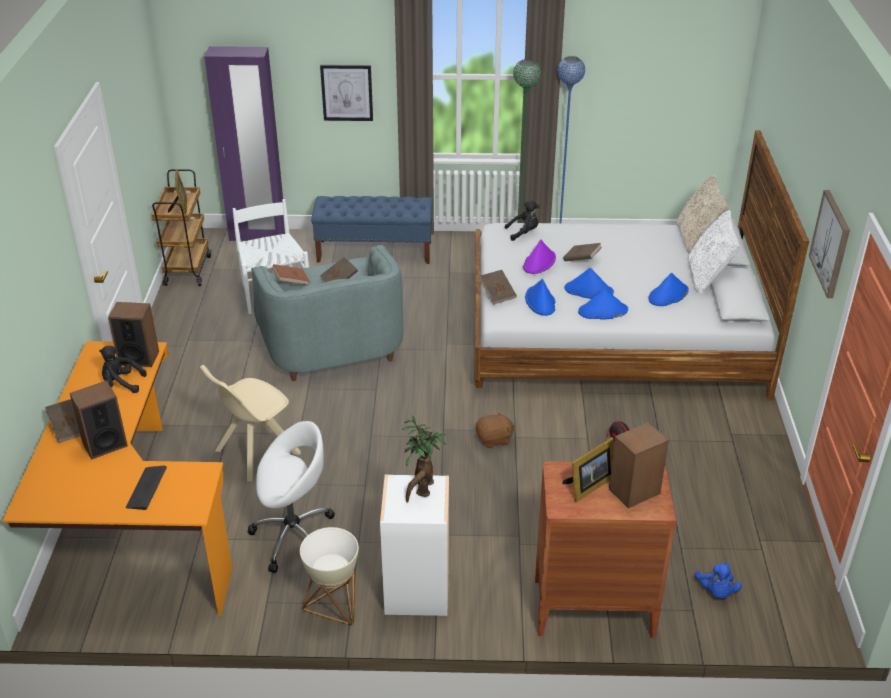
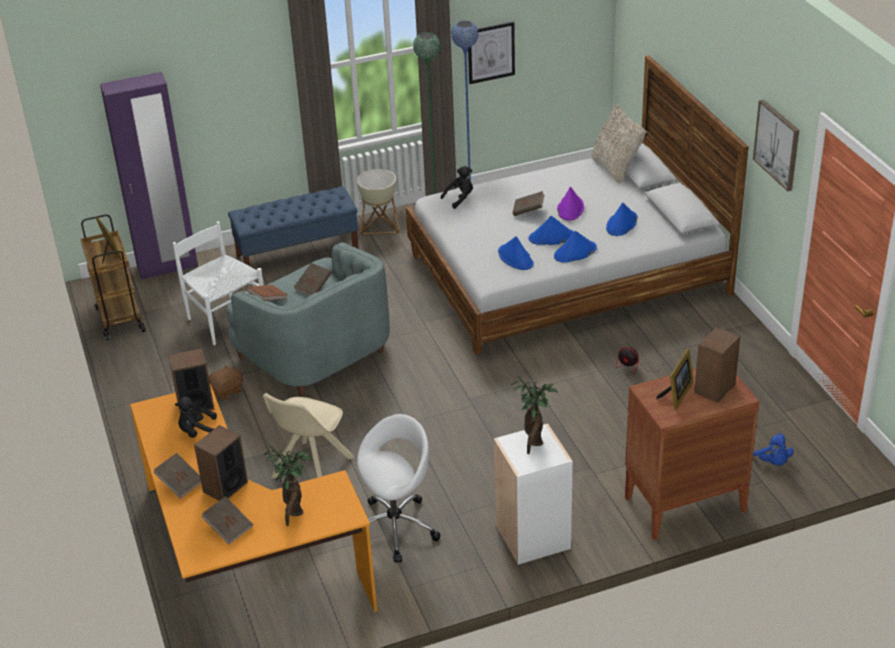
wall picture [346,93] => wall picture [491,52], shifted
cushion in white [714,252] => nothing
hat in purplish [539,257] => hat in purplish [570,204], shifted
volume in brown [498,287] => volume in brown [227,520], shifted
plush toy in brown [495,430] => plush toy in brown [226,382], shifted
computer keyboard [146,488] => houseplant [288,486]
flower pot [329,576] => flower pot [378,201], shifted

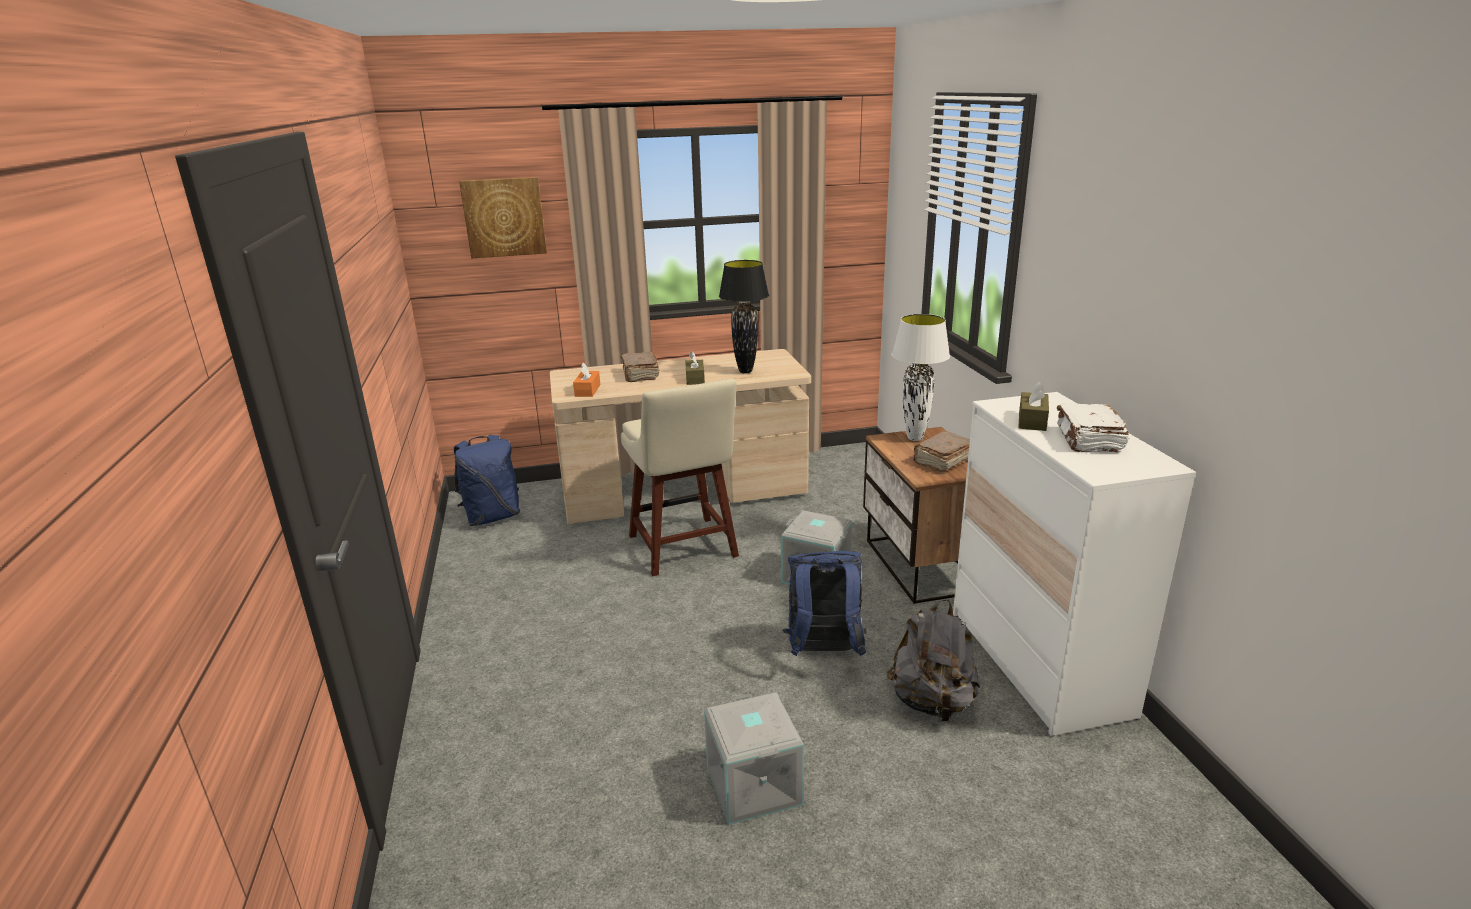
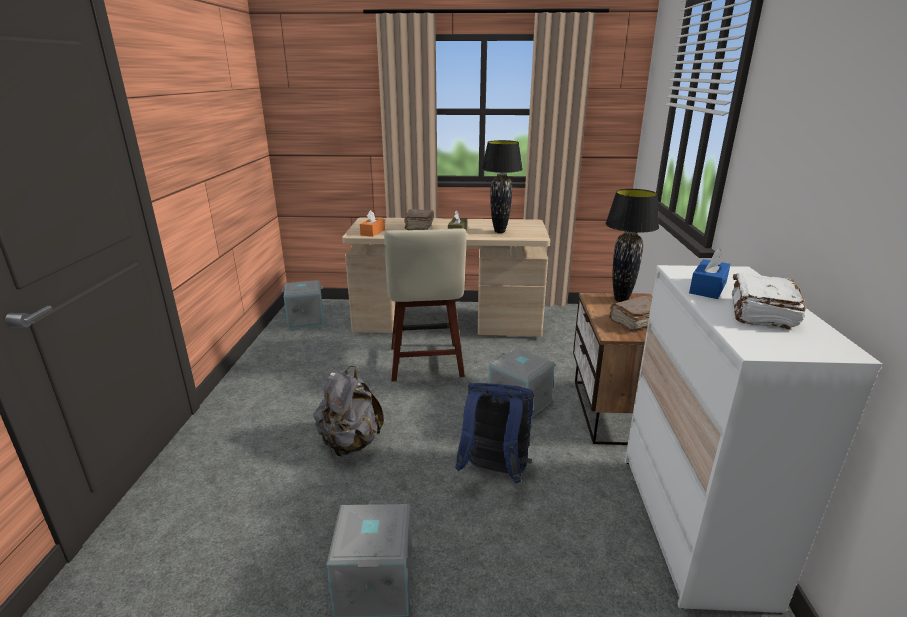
wall picture [503,217] => nothing
table lamp in white [921,377] => table lamp in black [632,245]
tissue holder in brown [1034,406] => tissue holder in bluish [710,273]
rucksack in bluish [487,480] => storage bin in greyish [303,304]
rucksack in greyish [933,660] => rucksack in greyish [348,411], shifted

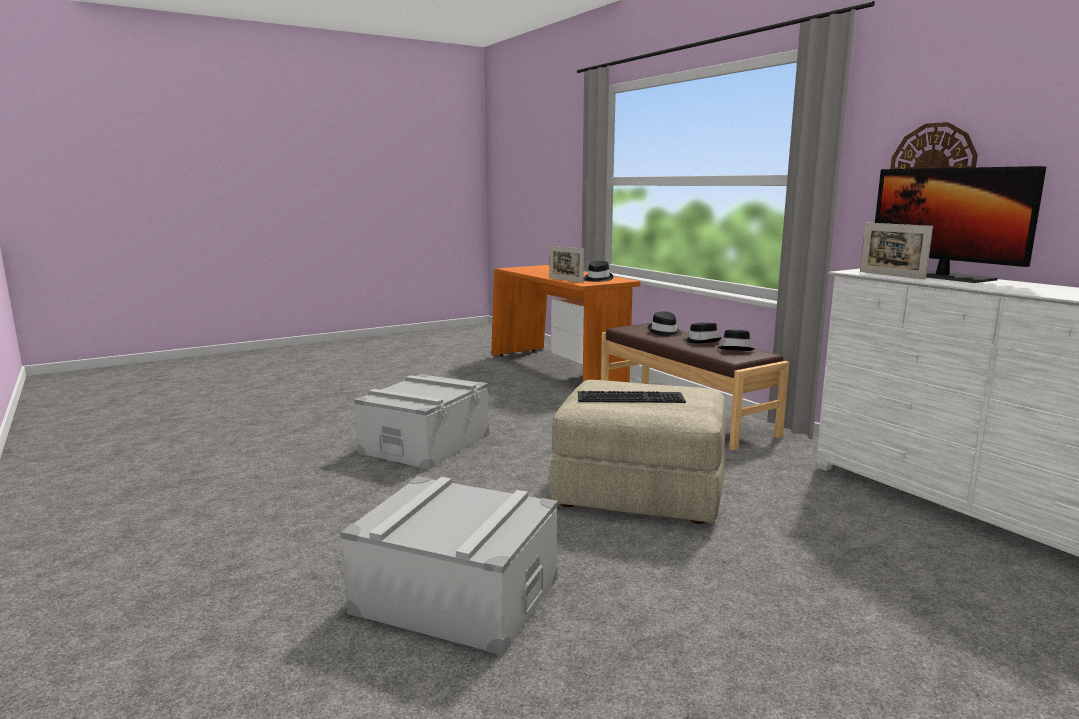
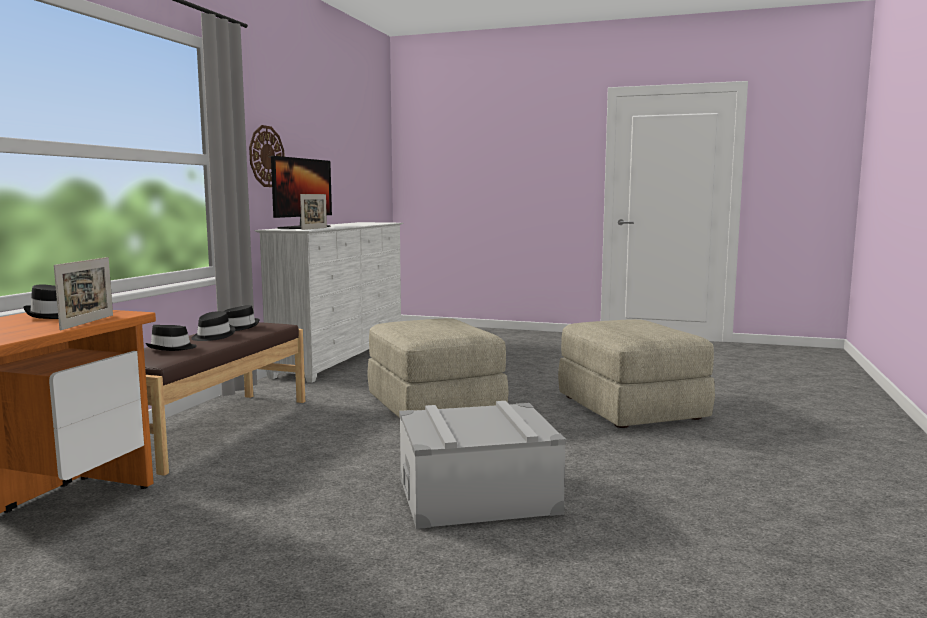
computer keyboard [632,397] => nothing
storage bin in greyish [449,566] => footrest in sand-coloured [636,373]

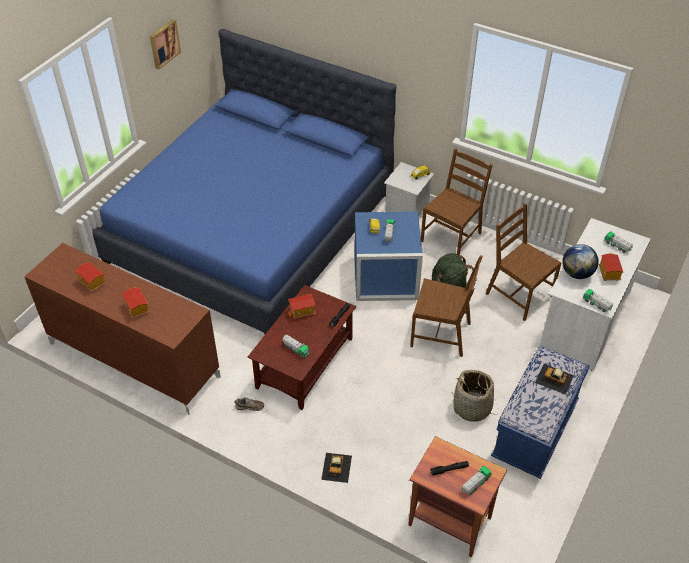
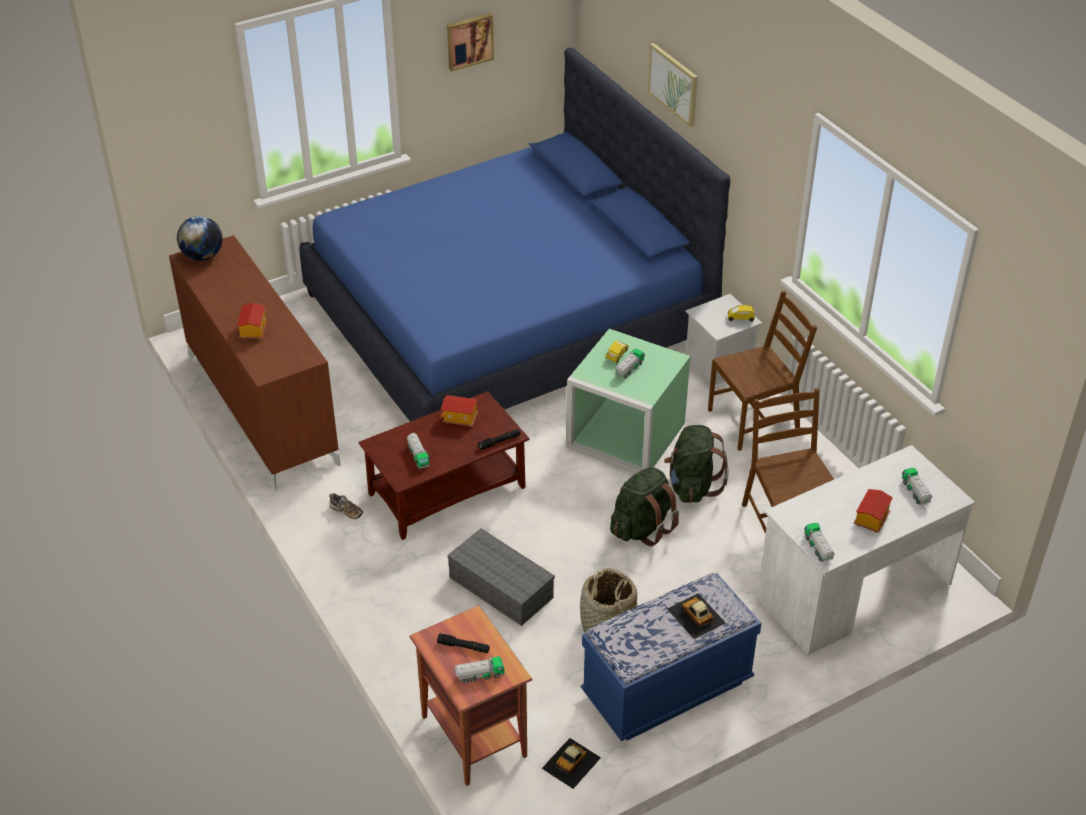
storage bin in bluish [388,256] => storage bin in green [628,401]
world globe [580,261] => world globe [200,238], shifted
plain chair in brown [446,306] => rucksack in green [644,507]
toy house [90,277] => nothing
model car [336,468] => model car [571,763], shifted
nothing => wall picture [673,85]
nothing => storage bin in greyish [501,577]

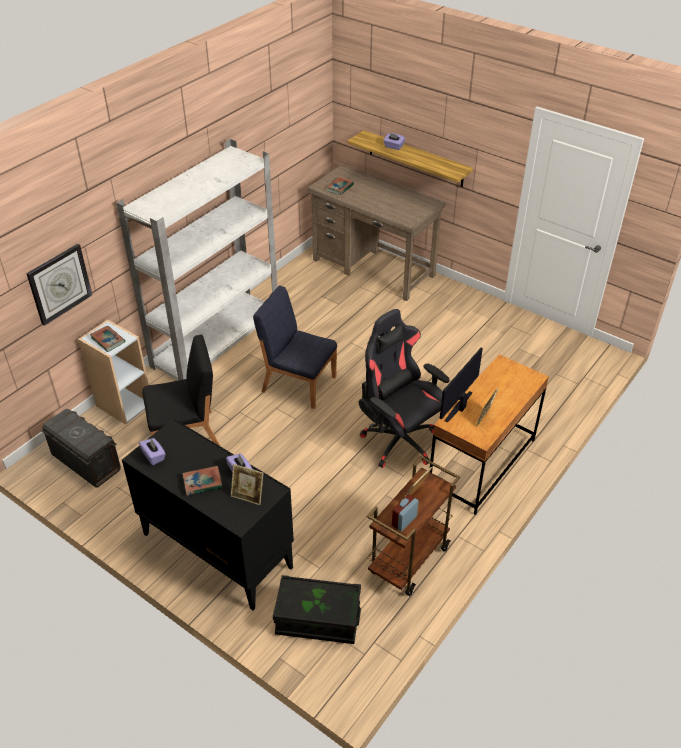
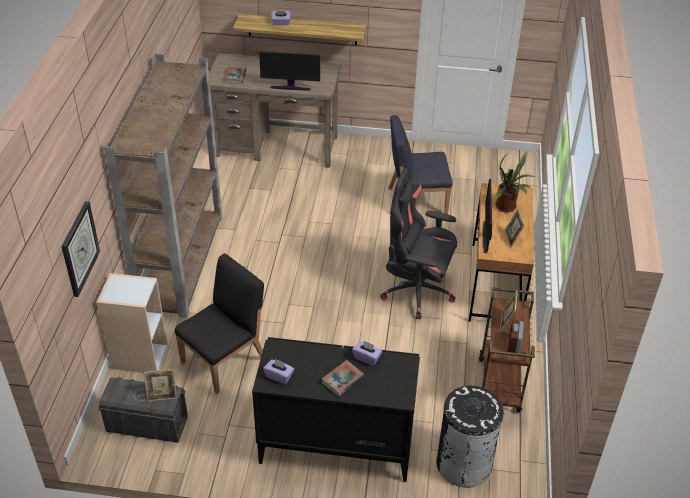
bookshelf in white [196,259] => bookshelf in brown [163,186]
plain chair in bluish [295,347] => plain chair in bluish [420,164], shifted
volume [107,339] => nothing
picture frame [247,484] => picture frame [160,385], shifted
storage bin in black [317,609] => rubbish bin in black [471,437]
nothing => computer screen [289,71]
nothing => houseplant [515,181]

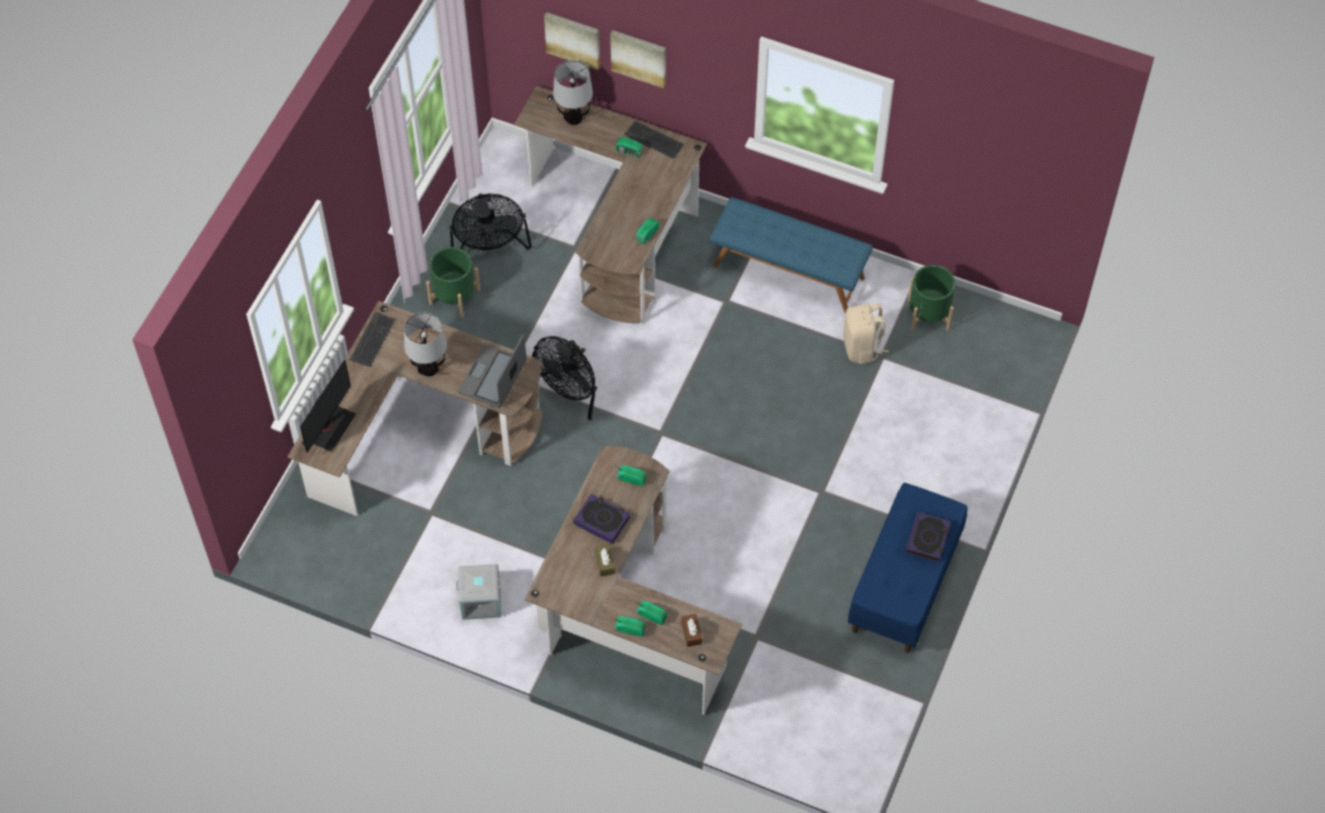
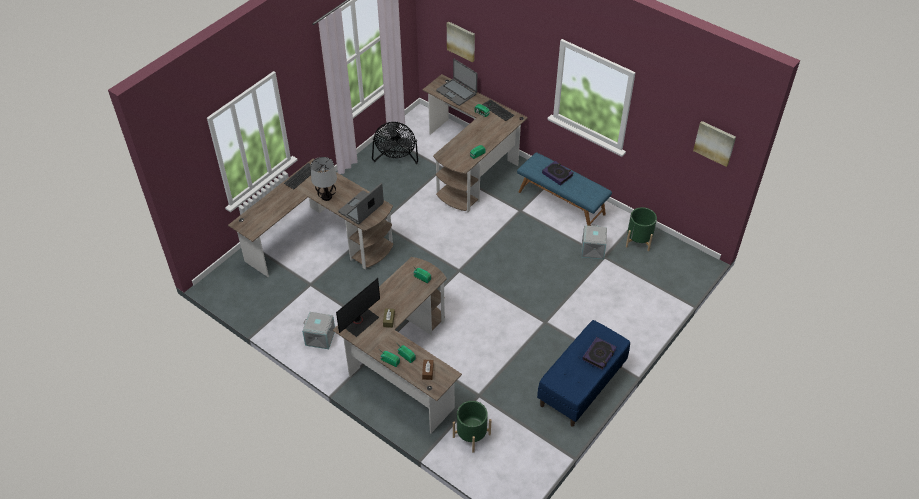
wall picture [638,59] => wall picture [714,144], shifted
table lamp [573,92] => portable computer [456,82]
flower pot in green [453,282] => flower pot in green [472,427], shifted
rucksack in sand-coloured [866,333] => storage bin in greyish [594,242]
fan in black [564,378] => nothing
computer screen [328,406] => computer screen [358,307], shifted
volume [601,519] => volume [557,173], shifted

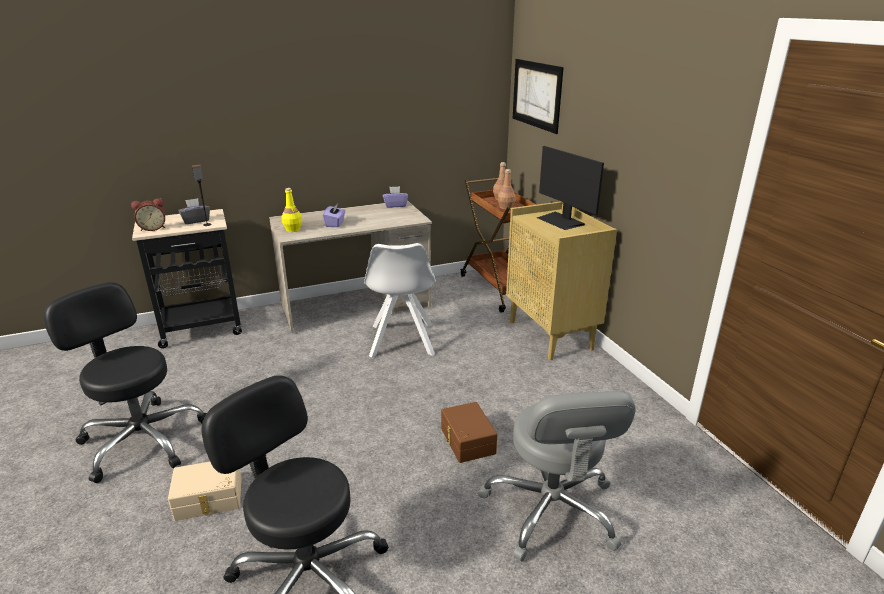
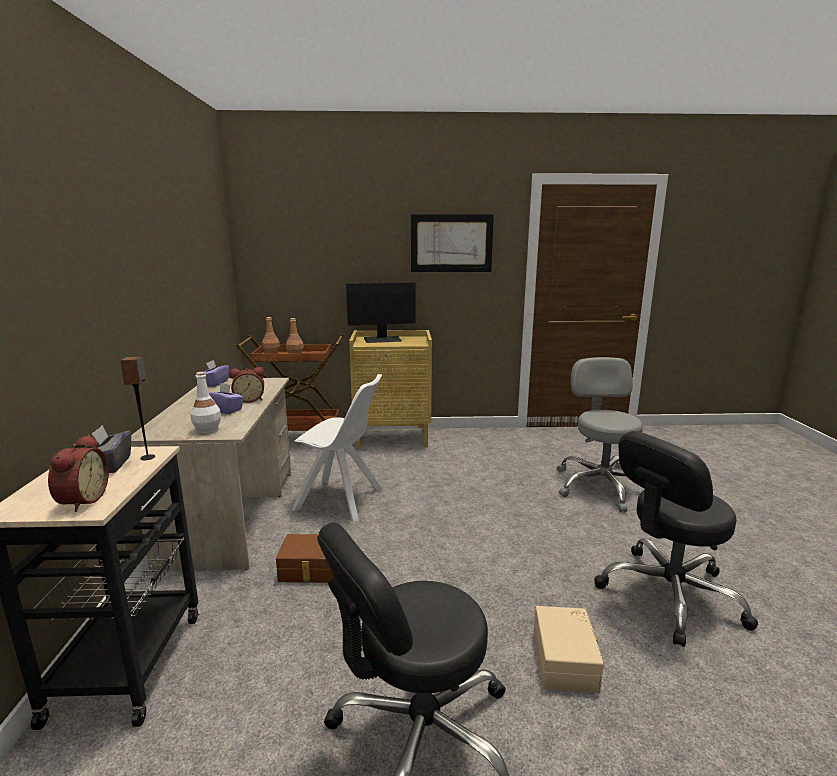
wall picture [538,96] => wall picture [452,243], shifted
bottle in yellowish [292,210] => bottle in white [205,403]
desk chair in greyish [557,476] => desk chair in greyish [600,434], 105 degrees counterclockwise
storage bin in brown [469,432] => storage bin in brown [305,558], shifted
nothing => alarm clock [246,385]

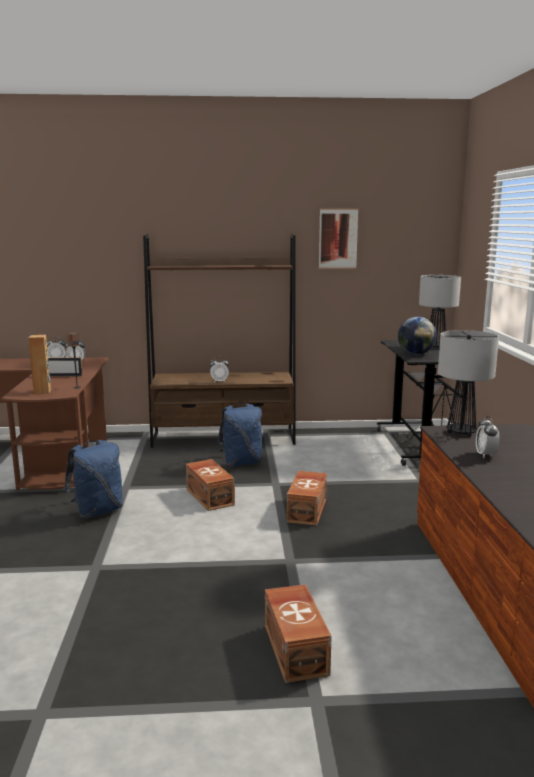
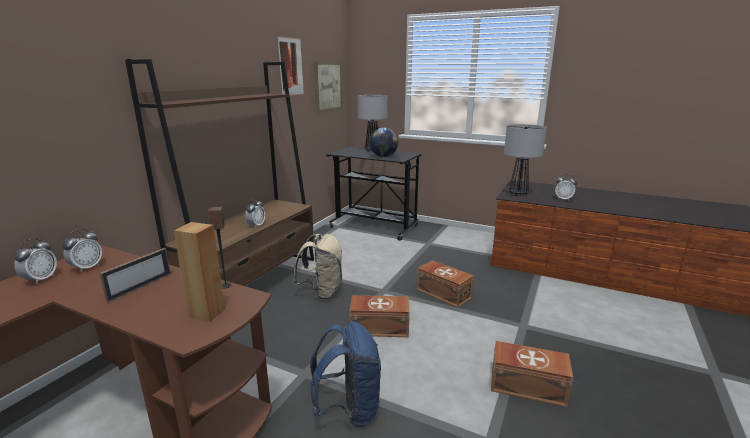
rucksack in bluish [240,434] => rucksack in sand-coloured [317,267]
storage bin in brown [298,633] => storage bin in brown [532,374], shifted
nothing => wall picture [328,87]

